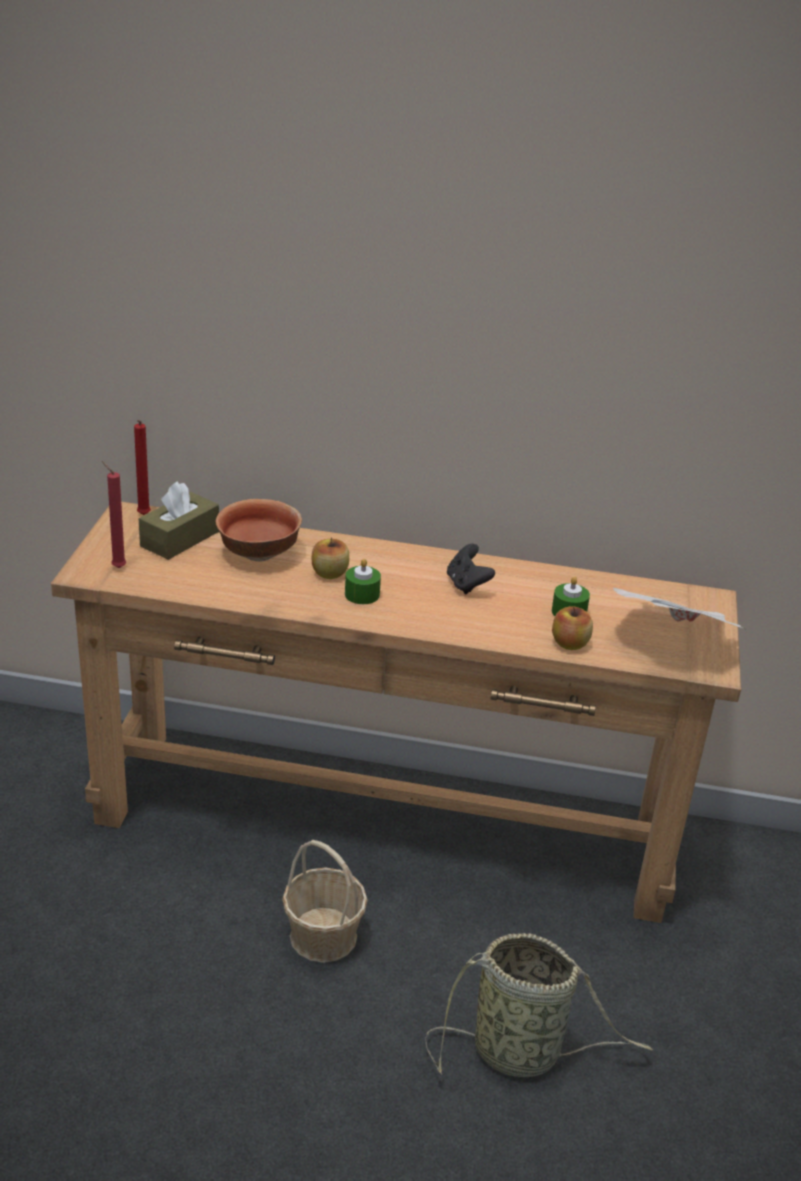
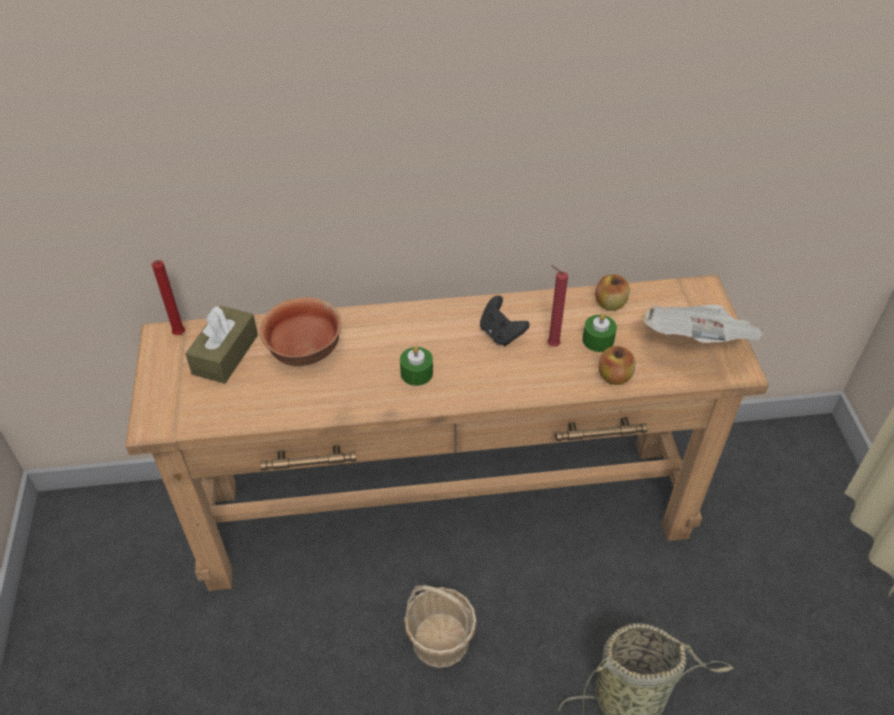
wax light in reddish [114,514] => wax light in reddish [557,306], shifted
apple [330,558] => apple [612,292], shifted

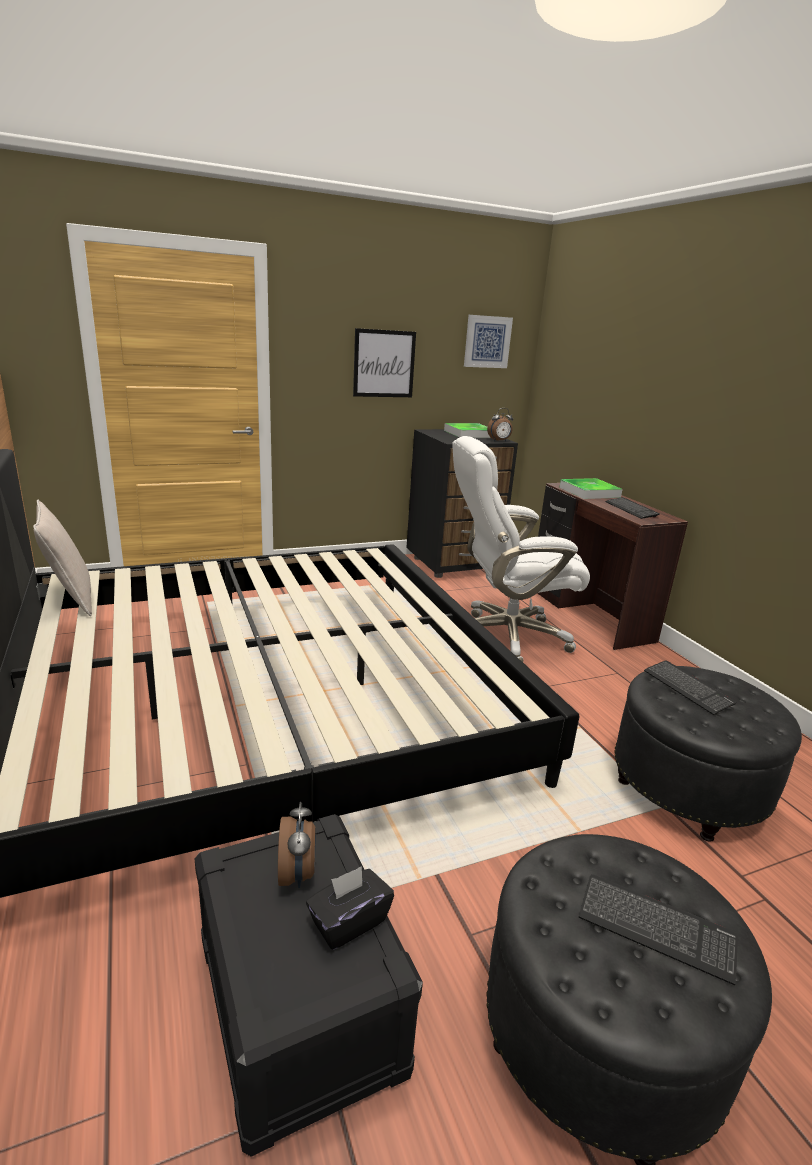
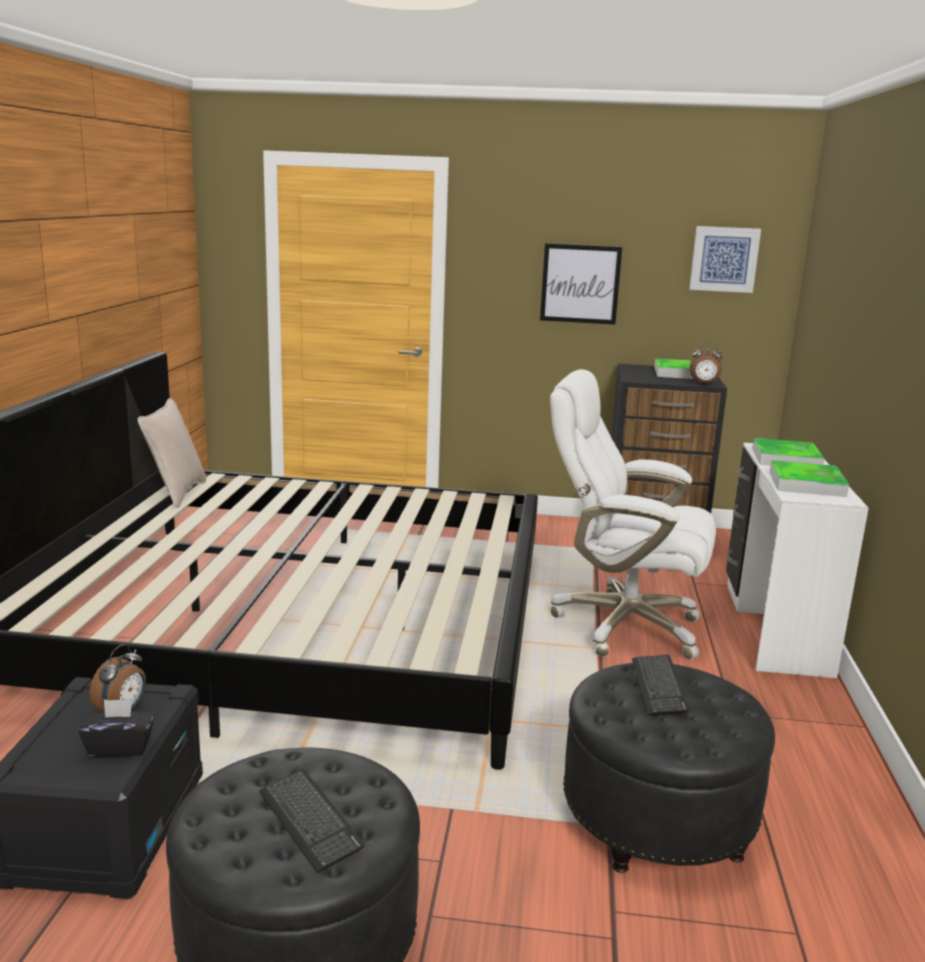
desk unit in brown [612,566] => desk unit in white [797,560]
computer keyboard [632,508] => serving tray [809,478]

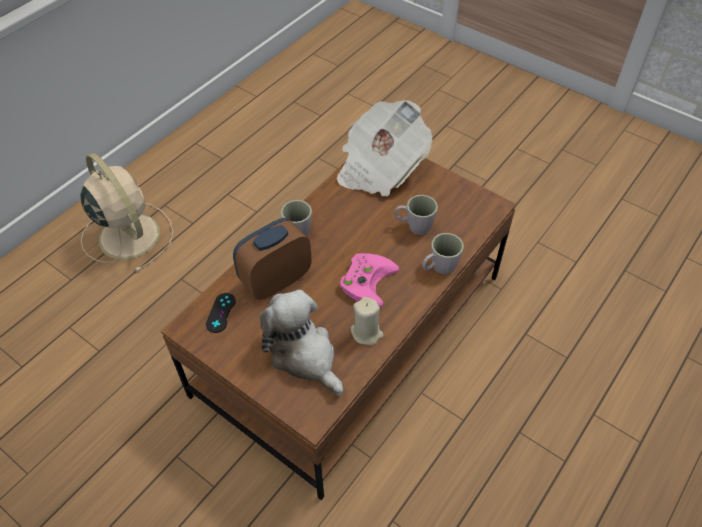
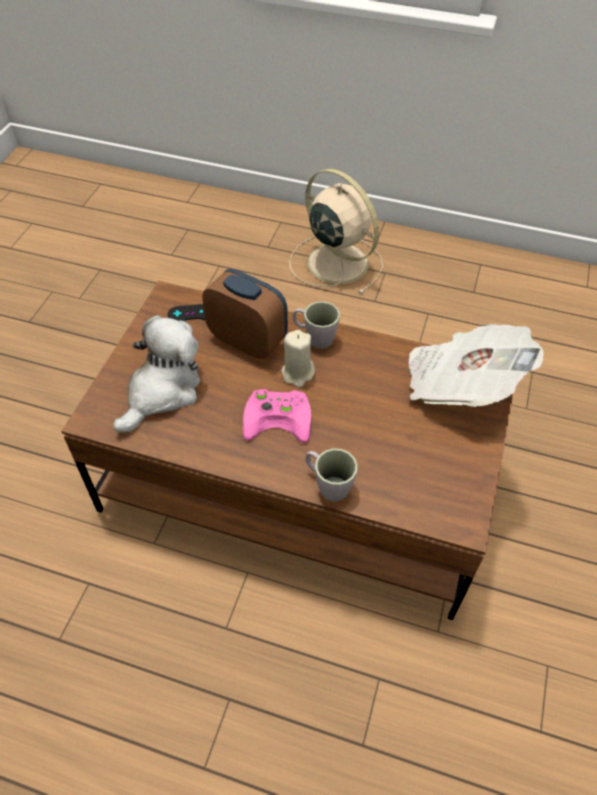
fan in sand-coloured [127,212] => fan in sand-coloured [336,231], 75 degrees counterclockwise
mug in greyish [416,215] => nothing
wax light in sand-coloured [367,321] => wax light in sand-coloured [298,358], shifted

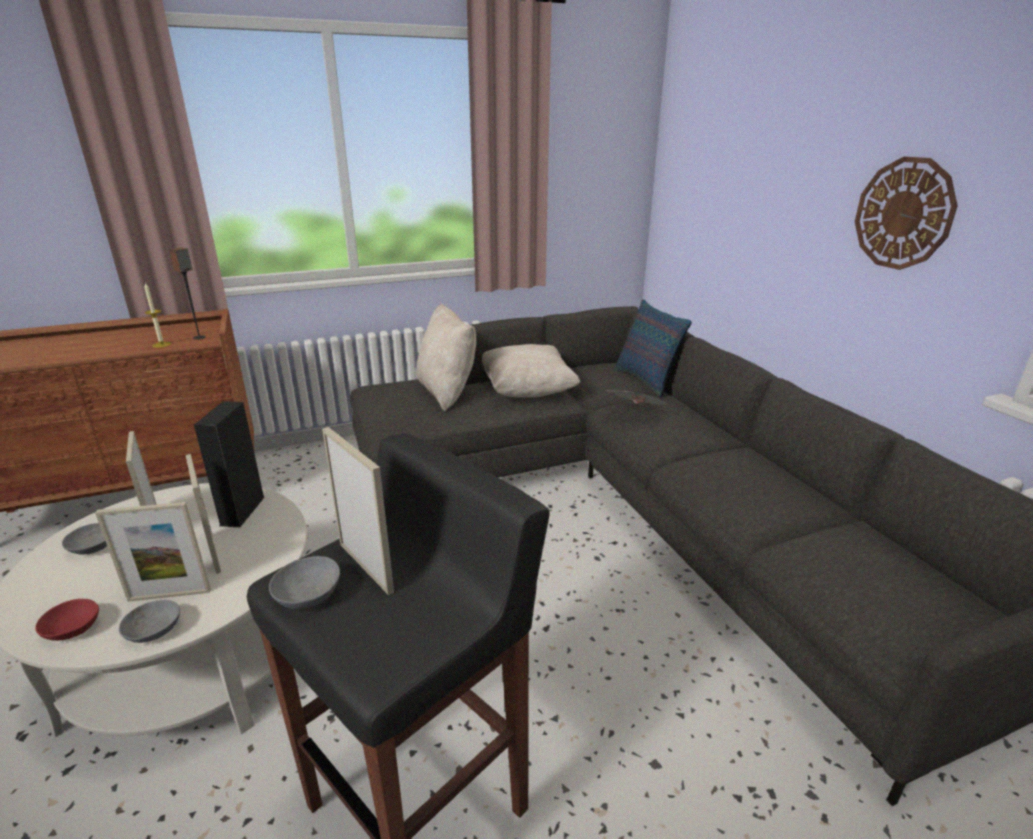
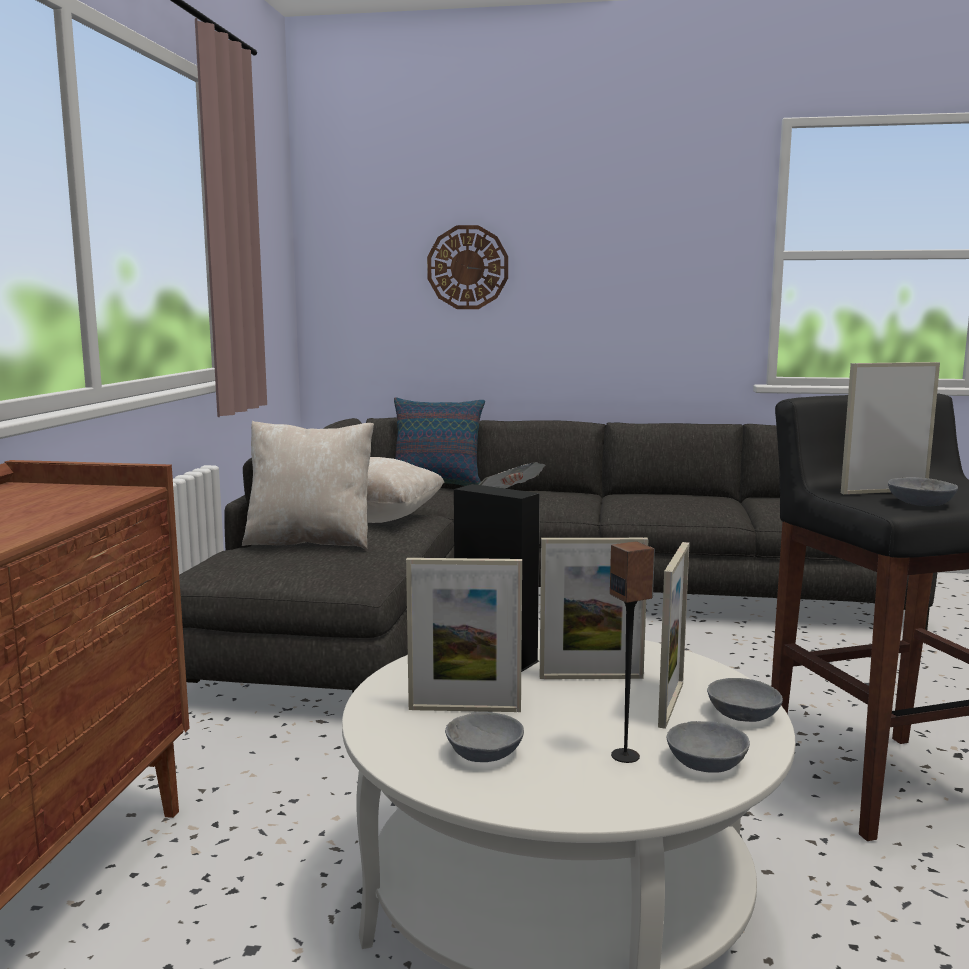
wall clock [906,213] => wall clock [467,267], shifted
loudspeaker [187,293] => loudspeaker [632,652], shifted
wax light [157,315] => nothing
deep dish in reddish [67,620] => deep dish in greyish [708,747]

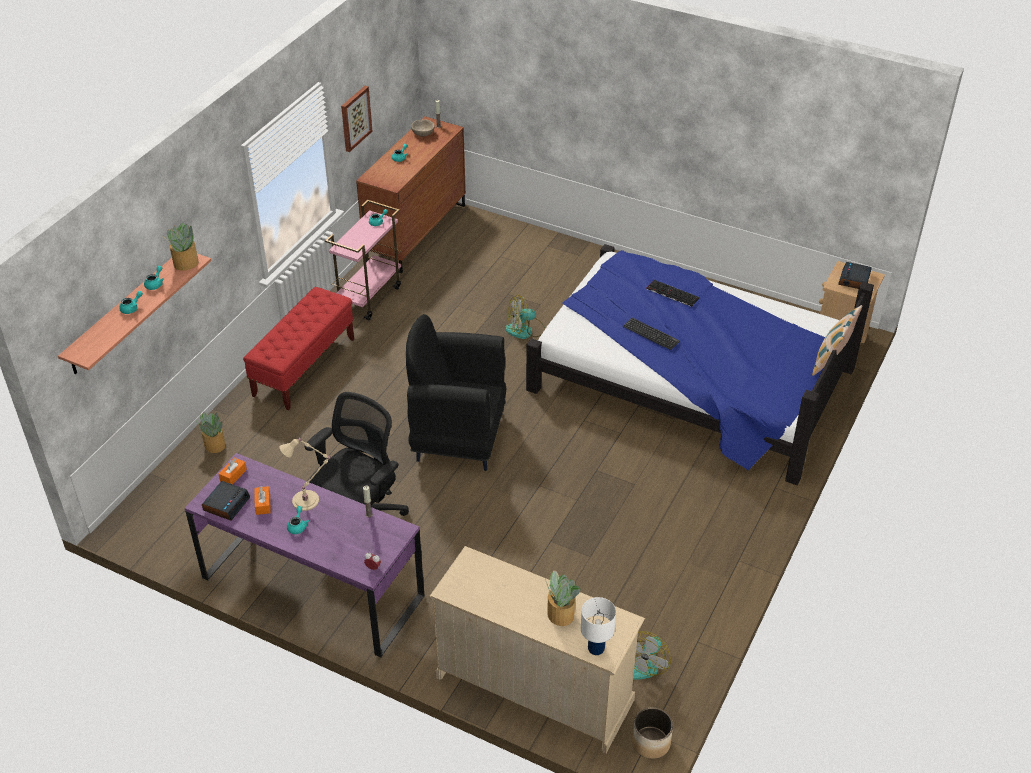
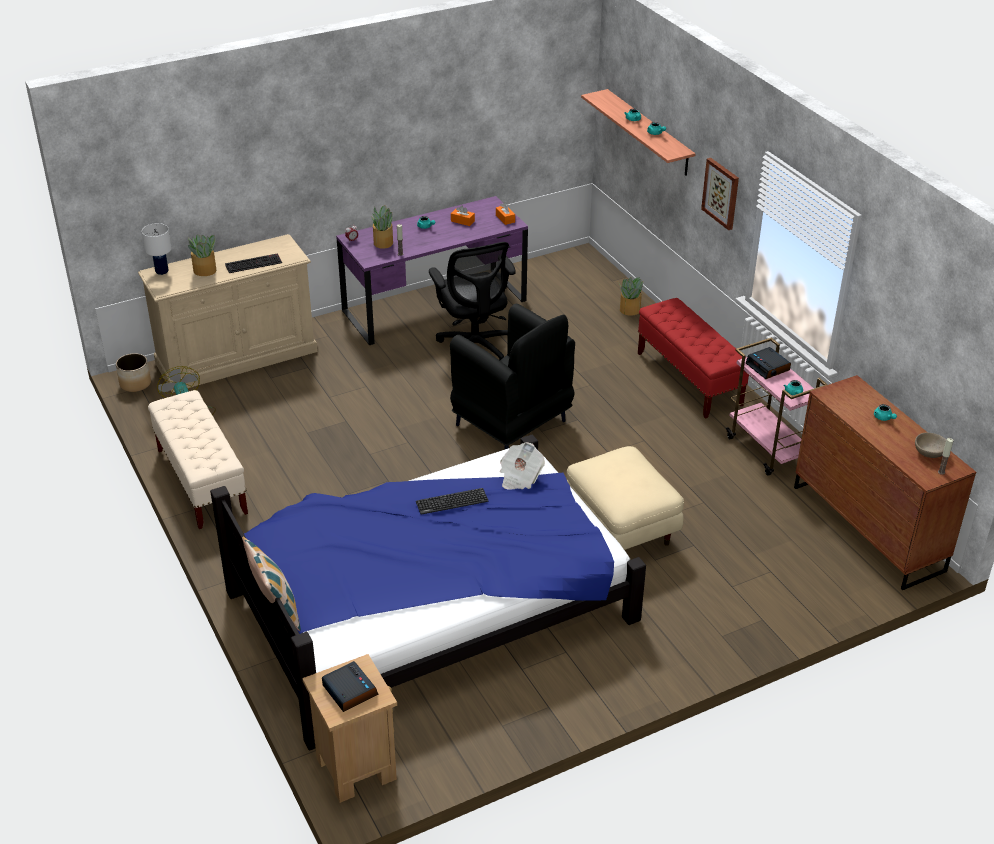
wall picture [357,119] => wall picture [720,194], shifted
houseplant [182,247] => houseplant [382,227], shifted
computer keyboard [673,293] => computer keyboard [253,263], shifted
fan [525,317] => footrest in sand-coloured [625,498]
easy chair in black [456,392] => easy chair in black [512,376], 90 degrees clockwise
table lamp in sand-coloured [305,474] => nothing
alarm clock [226,501] => alarm clock [768,363], shifted
nothing => bench in sand-coloured [198,459]
nothing => printed paper [522,466]

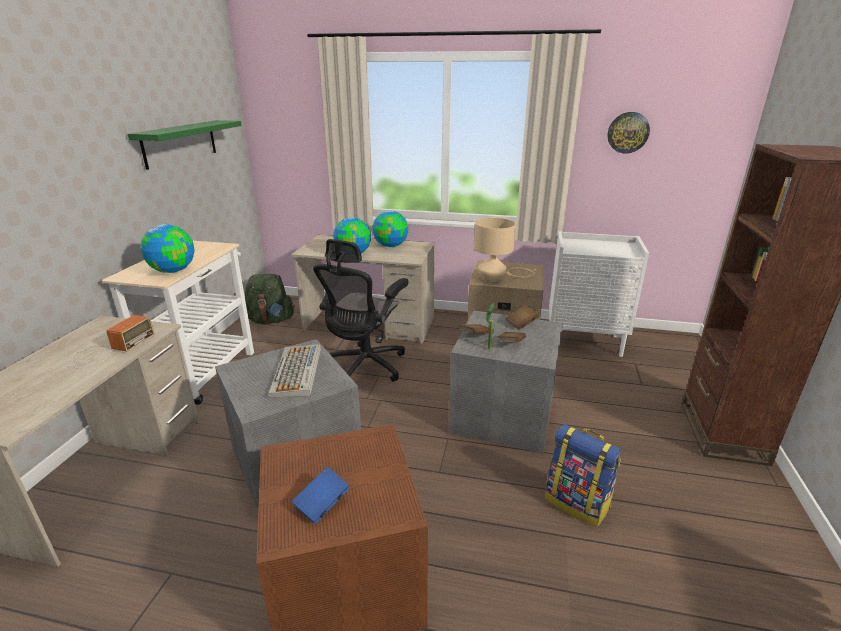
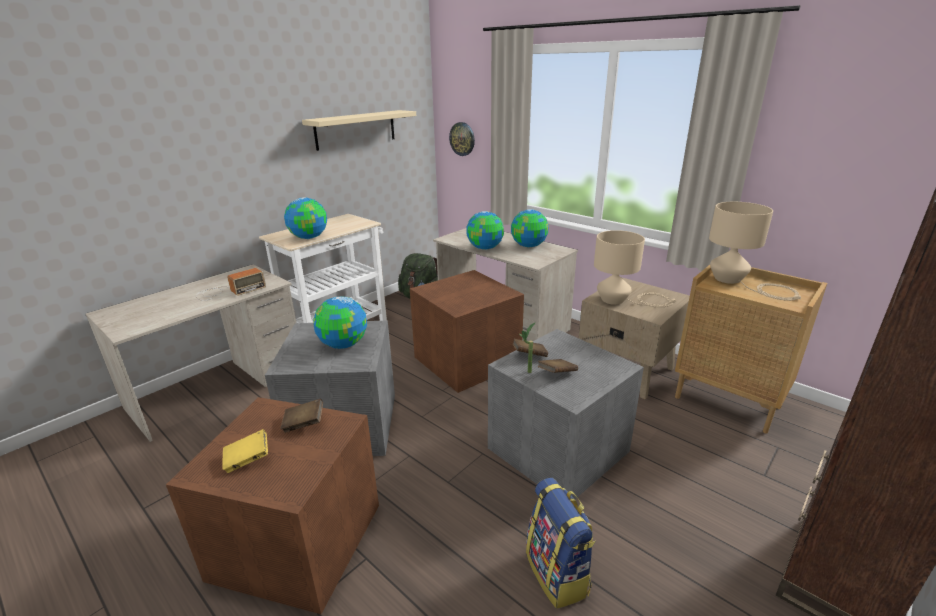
wall clock [628,133] => wall clock [462,139], shifted
bracket shelf in green [185,145] => bracket shelf in sand-coloured [359,130]
cupboard in white [599,294] => cupboard in brown [751,349]
desk chair [360,310] => storage bin in brown [467,331]
volume in brown [522,317] => volume in brown [301,416], shifted
computer keyboard [294,370] => world globe [340,323]
volume in bluish [321,495] => volume in yellowish [245,451]
nothing => table lamp in sand-coloured [755,251]

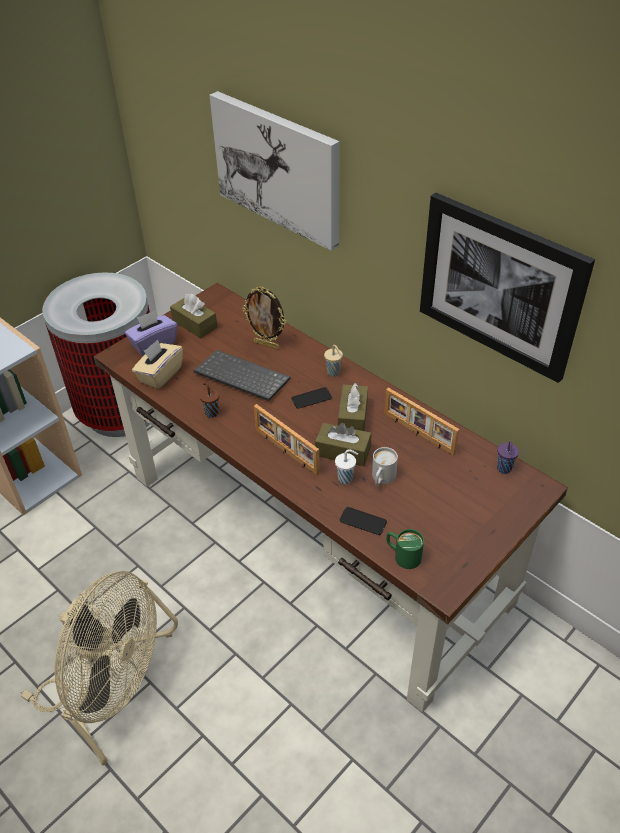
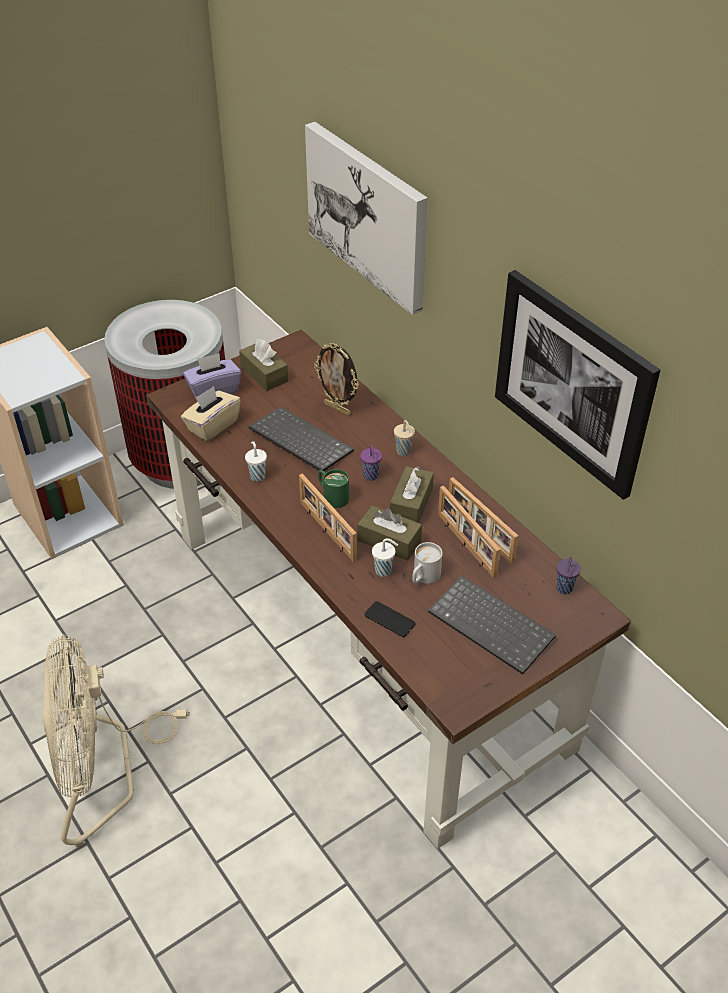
cup in brown [209,400] => cup in white [256,461]
phone [311,398] => cup in purplish [371,463]
mug in green [405,549] => mug in green [333,488], shifted
fan in sand-coloured [99,668] => fan in sand-coloured [116,741], 135 degrees clockwise
nothing => picture frame [469,532]
nothing => computer keyboard [492,625]

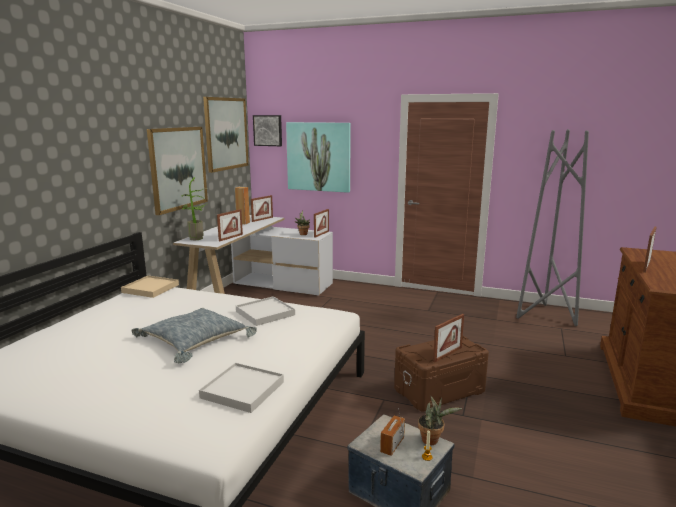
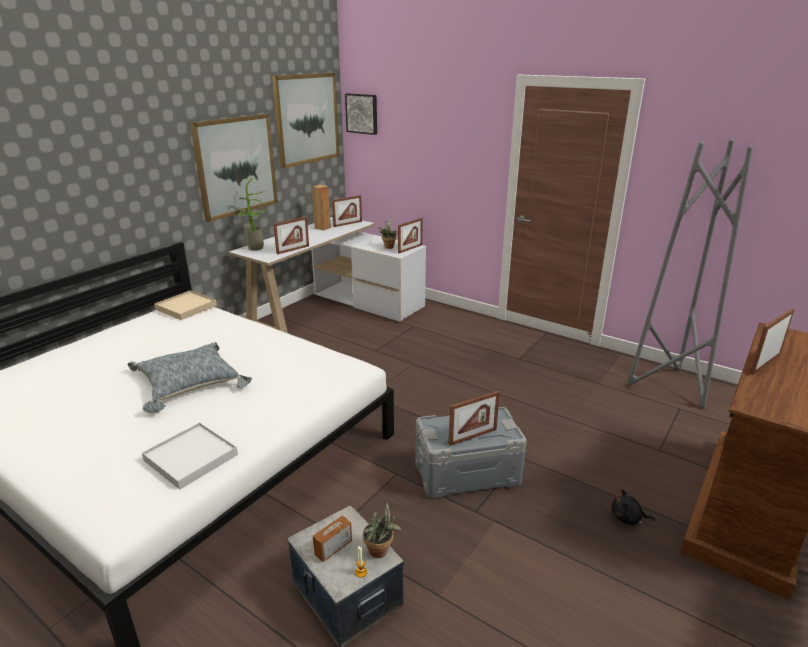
wall picture [318,157] => nothing
serving tray in white [265,311] => nothing
storage bin in brown [441,374] => storage bin in greyish [471,452]
nothing => plush toy in black [633,507]

